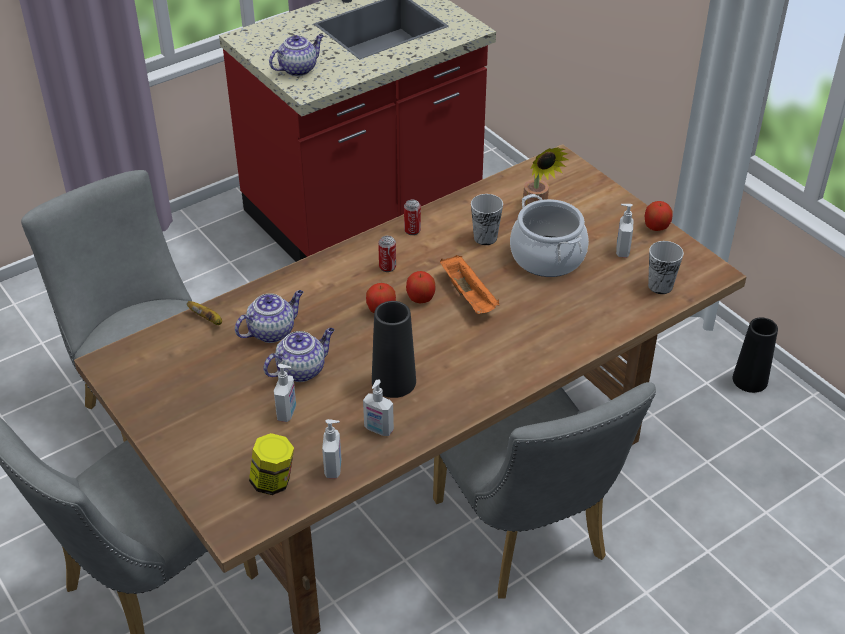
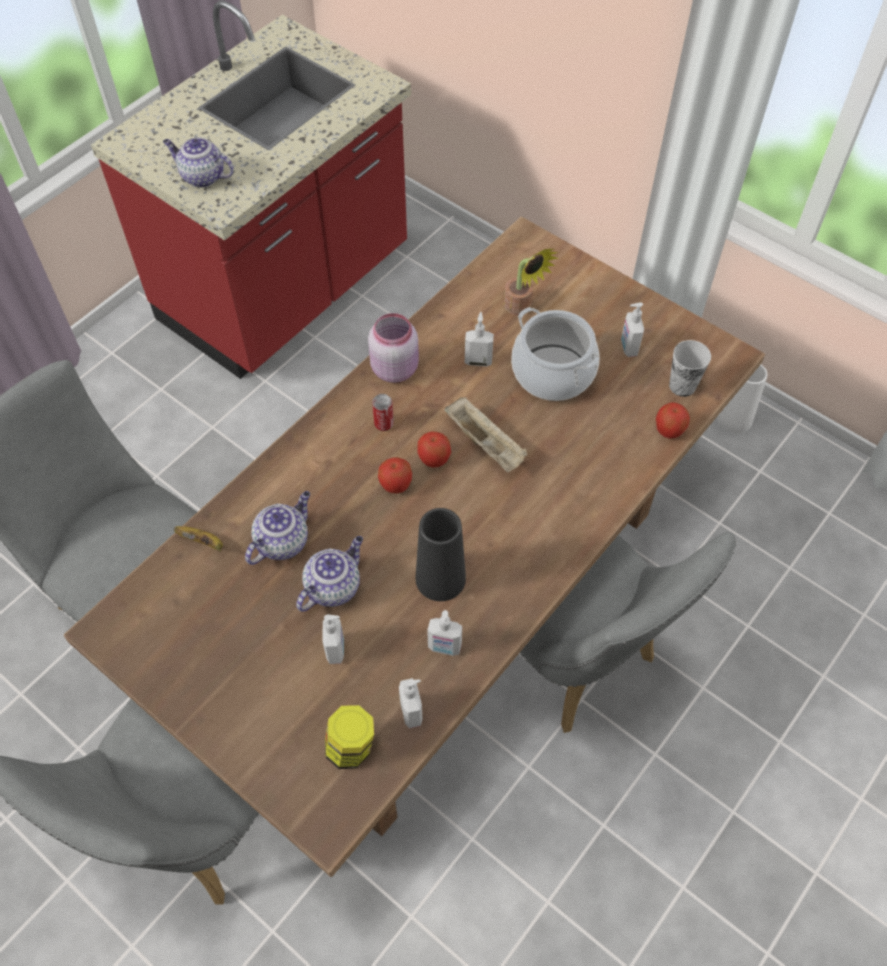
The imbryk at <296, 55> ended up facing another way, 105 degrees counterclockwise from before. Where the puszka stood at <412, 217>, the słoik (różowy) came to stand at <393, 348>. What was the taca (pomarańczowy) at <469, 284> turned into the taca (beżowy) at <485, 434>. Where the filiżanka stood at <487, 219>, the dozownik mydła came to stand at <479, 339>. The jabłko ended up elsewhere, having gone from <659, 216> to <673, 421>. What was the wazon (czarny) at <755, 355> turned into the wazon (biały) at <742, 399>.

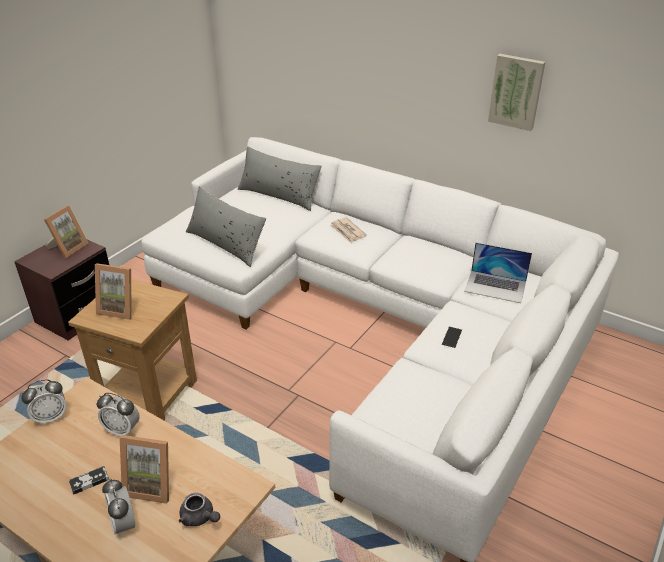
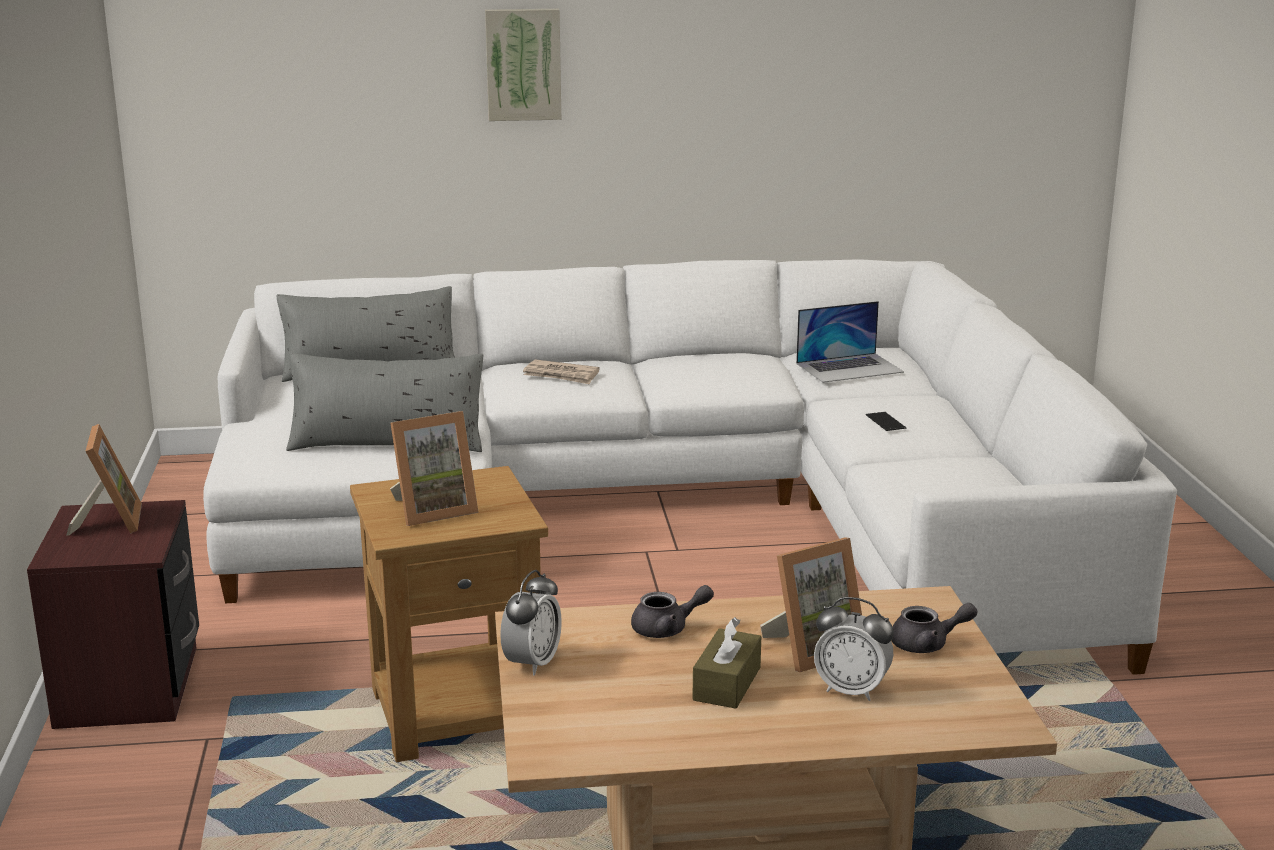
The obraz ended up elsewhere, having gone from <516, 92> to <523, 65>. Where the budzik stood at <118, 414>, the imbryk (szary) came to stand at <672, 611>. Where the pad do gier stood at <89, 480>, the pudełko chusteczek (brązowy) came to stand at <726, 663>.

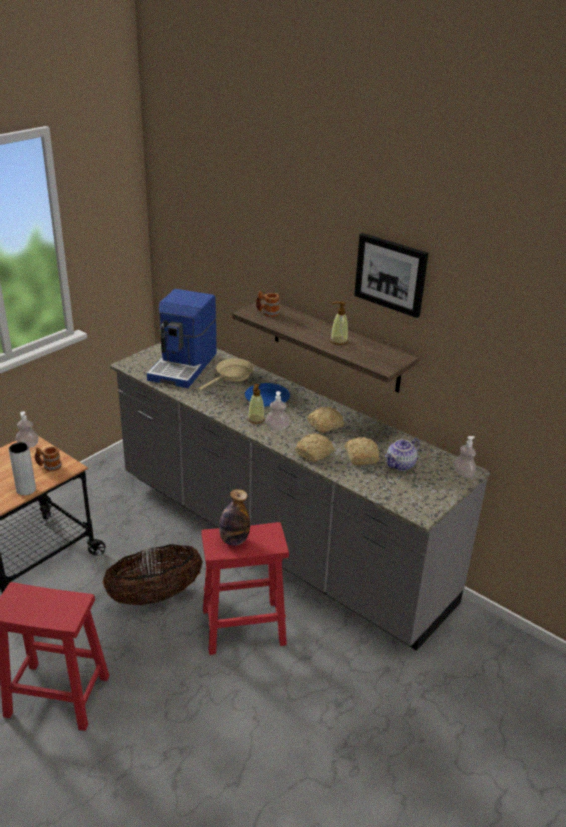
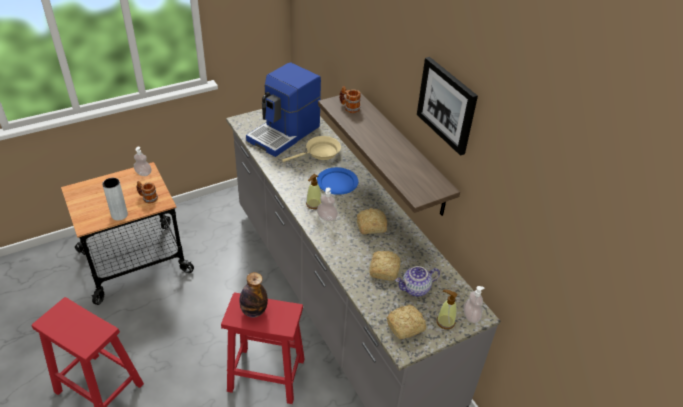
The chleb ended up elsewhere, having gone from <314, 447> to <406, 322>. The dozownik mydła ended up elsewhere, having gone from <339, 323> to <446, 309>. The second view lost the koszyk at <153, 574>.

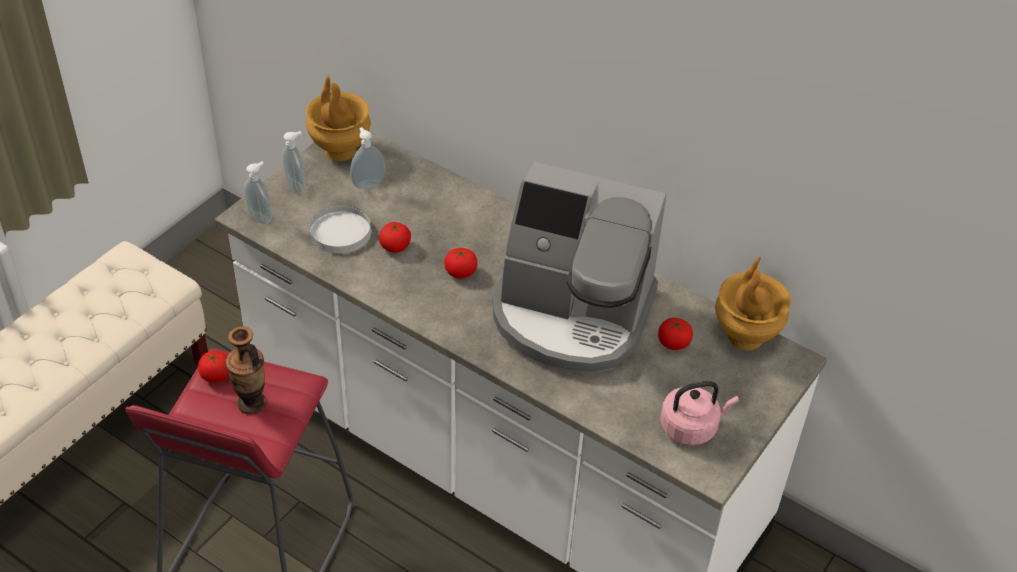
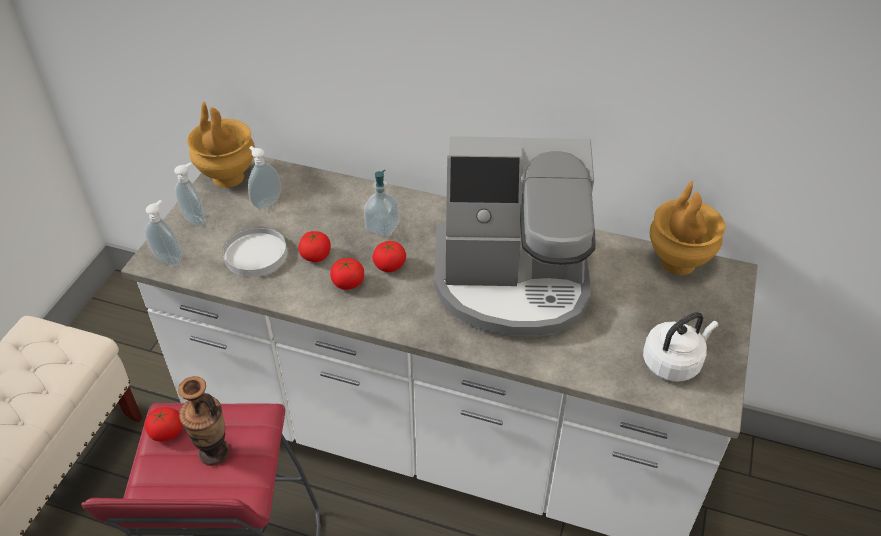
The pomidor ended up elsewhere, having gone from <675, 334> to <347, 274>. The second view gained the dozownik mydła at <382, 203>. What was the czajnik (różowy) at <699, 413> turned into the czajnik (biały) at <680, 347>.

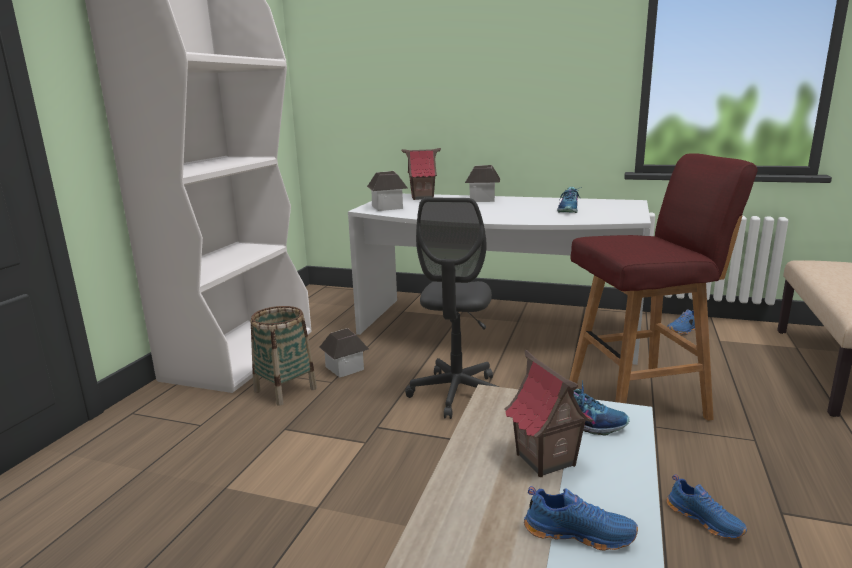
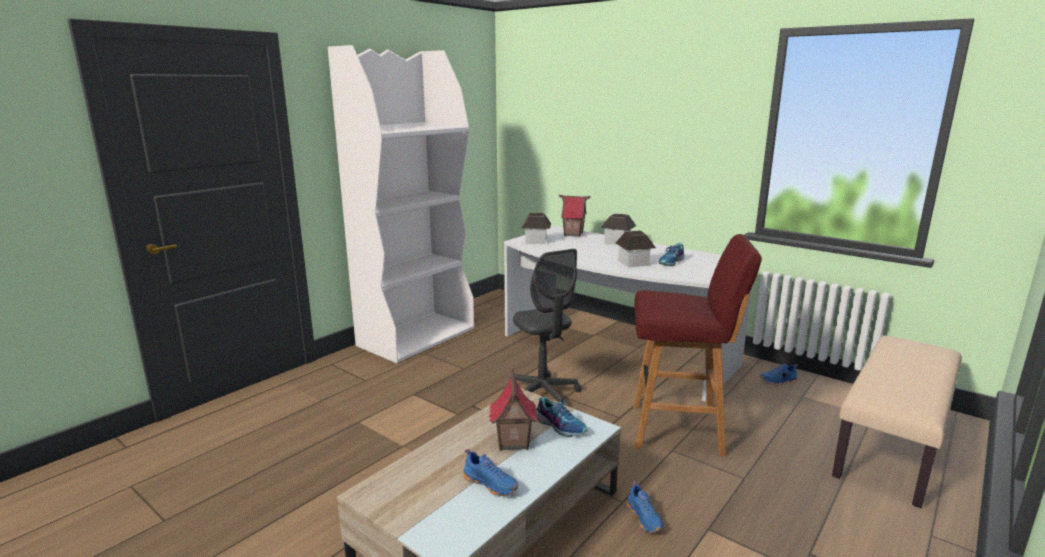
The krzesło biurowe (szary) at <452, 308> ended up facing another way, 60 degrees counterclockwise from before. The domek ended up elsewhere, having gone from <344, 352> to <635, 248>. The second view lost the koszyk at <284, 356>.

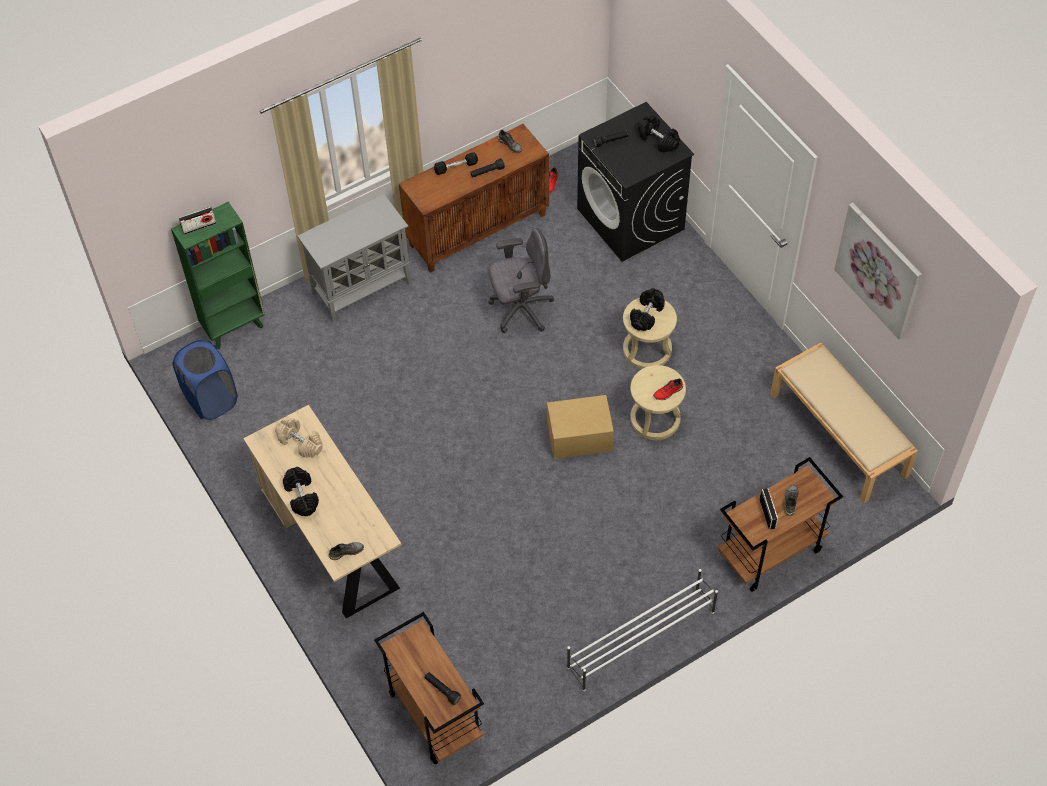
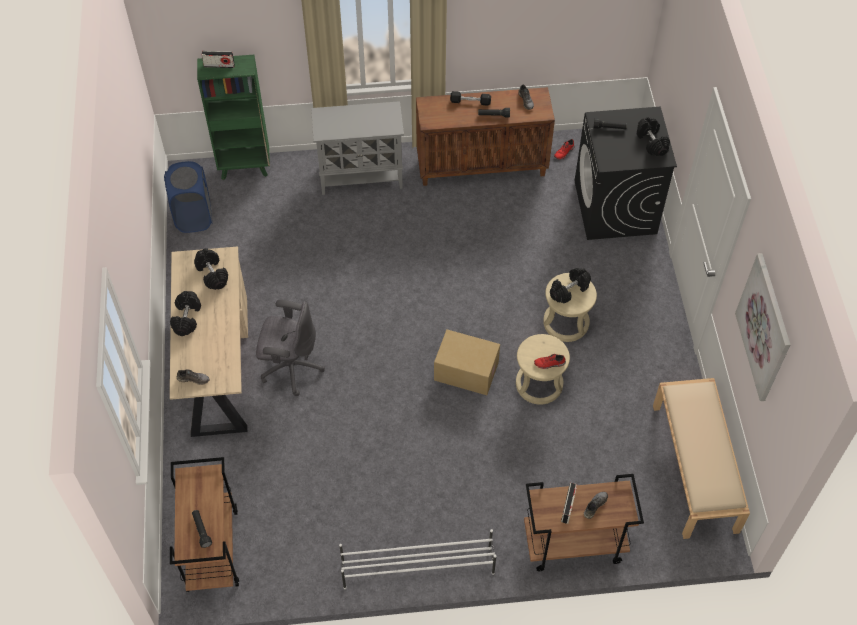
What was the hantel (beżowy) at <299, 438> turned into the hantel (czarny) at <211, 269>. The krzesło biurowe (szary) ended up elsewhere, having gone from <521, 280> to <290, 348>.

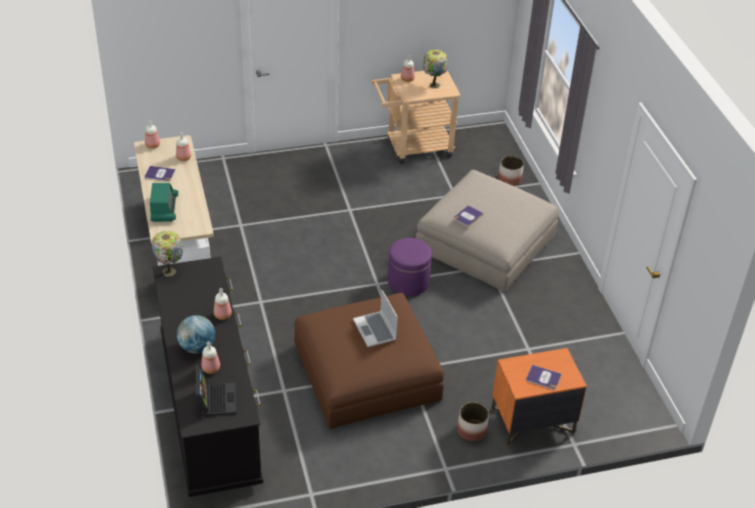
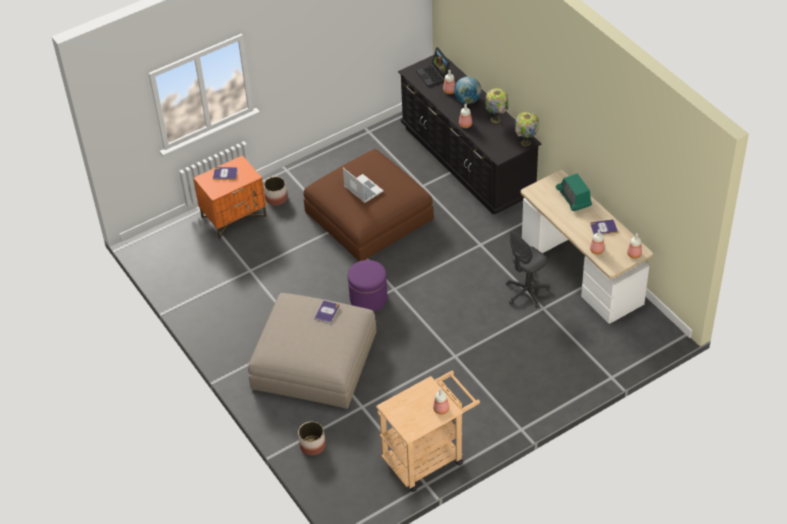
The lampa stołowa ended up elsewhere, having gone from <435, 69> to <496, 105>. The second view gained the krzesło biurowe (szary) at <528, 269>.

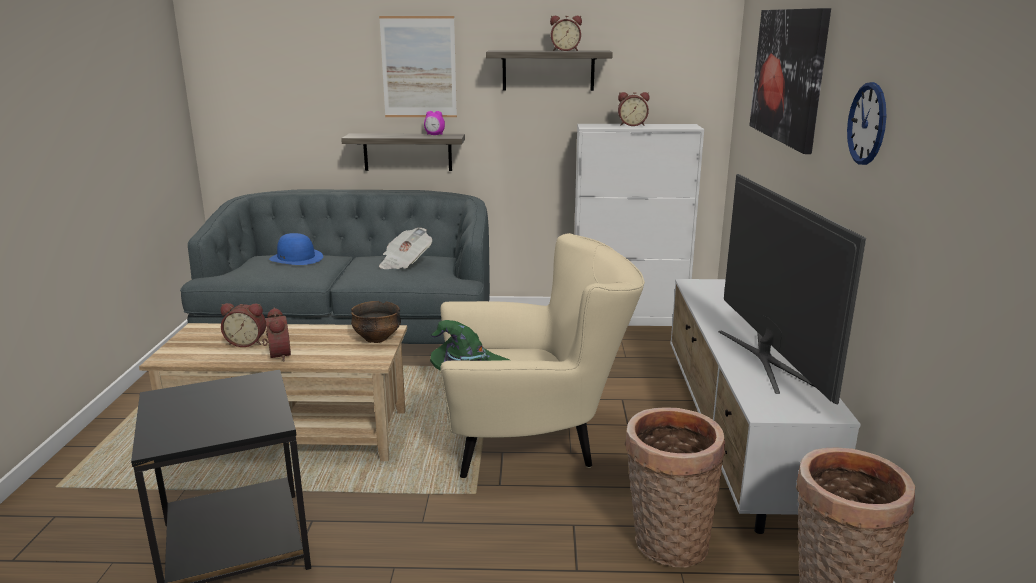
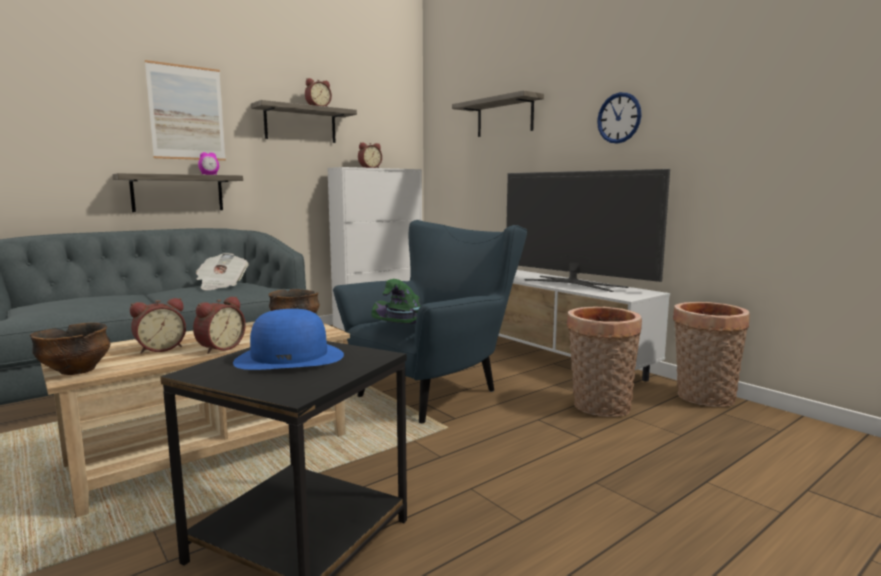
The second view gained the miska at <70, 349>. The budzik at <276, 334> ended up facing another way, 90 degrees clockwise from before. The kapelusz (niebieski) ended up elsewhere, having gone from <296, 249> to <288, 339>. What was the fotel (beżowy) at <542, 355> turned into the fotel (niebieski) at <430, 321>. Where the obraz hung at <790, 81>, the półka came to hang at <498, 113>.

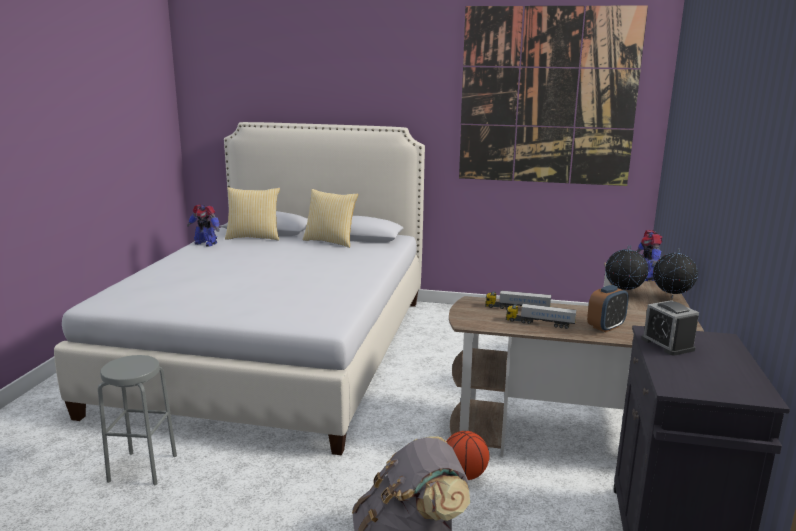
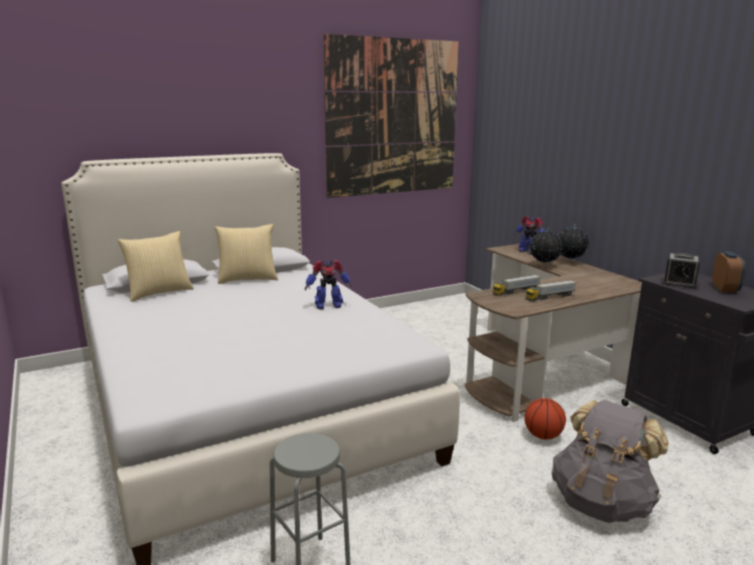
The robot zabawkowy ended up elsewhere, having gone from <203, 225> to <328, 284>. The budzik ended up elsewhere, having gone from <608, 308> to <729, 272>.

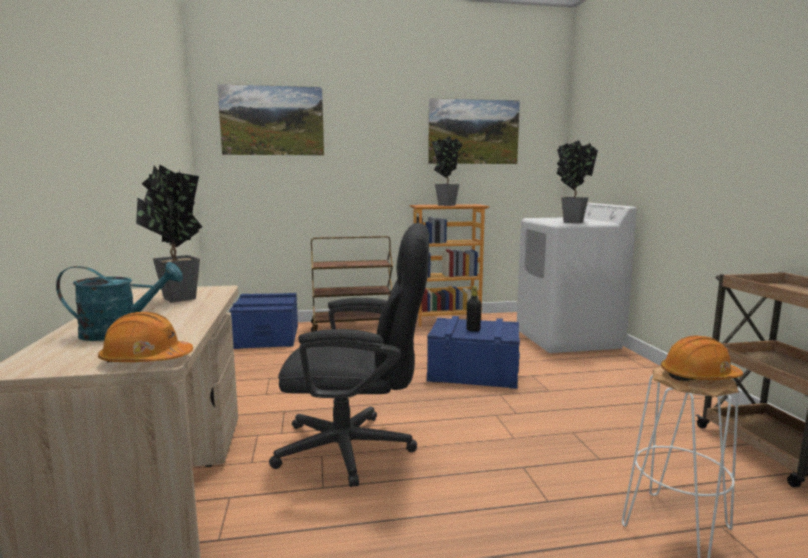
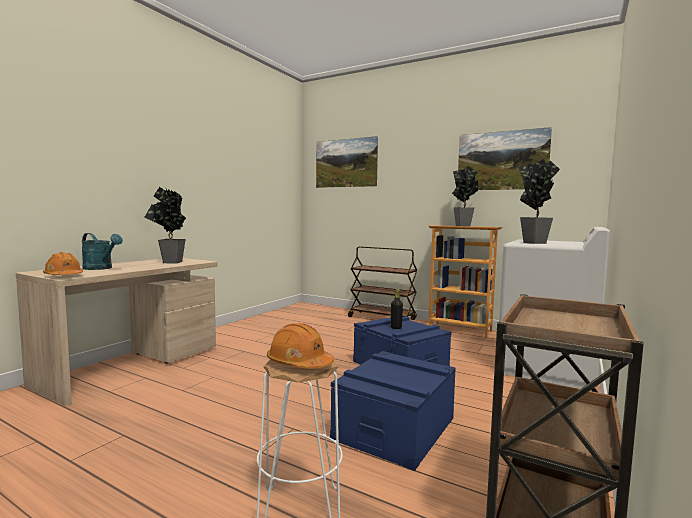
The pojemnik do przechowywania (niebieski) ended up elsewhere, having gone from <263, 321> to <393, 411>. The second view lost the krzesło biurowe (czarny) at <349, 355>.

